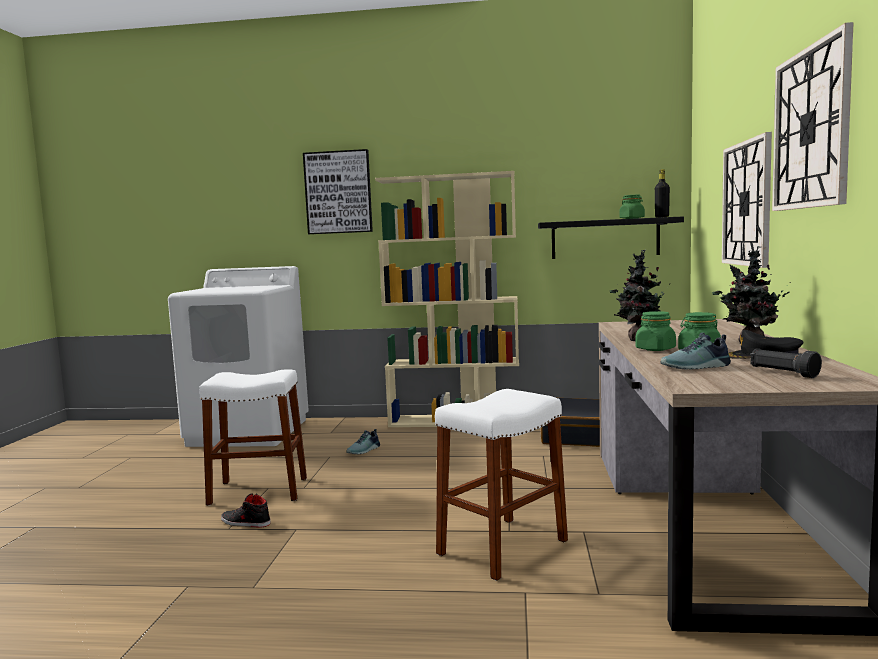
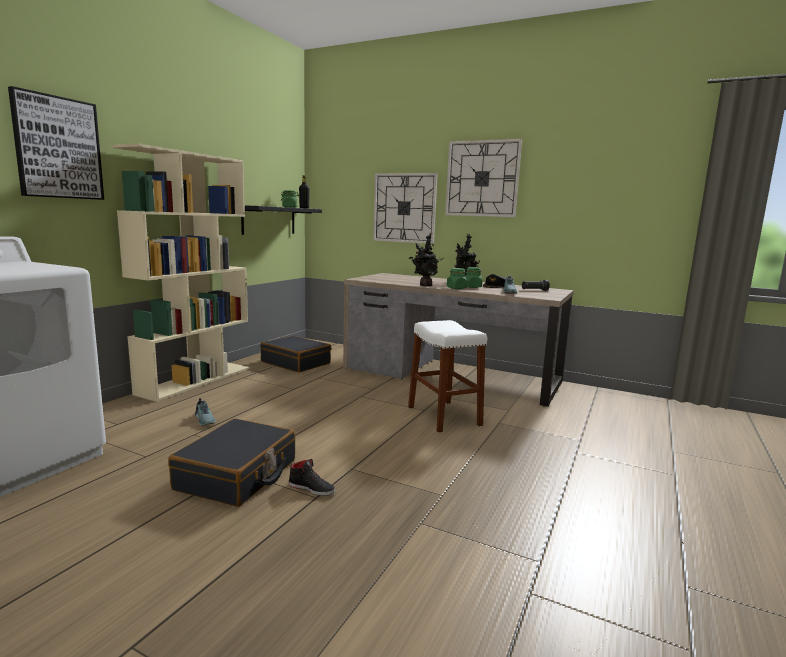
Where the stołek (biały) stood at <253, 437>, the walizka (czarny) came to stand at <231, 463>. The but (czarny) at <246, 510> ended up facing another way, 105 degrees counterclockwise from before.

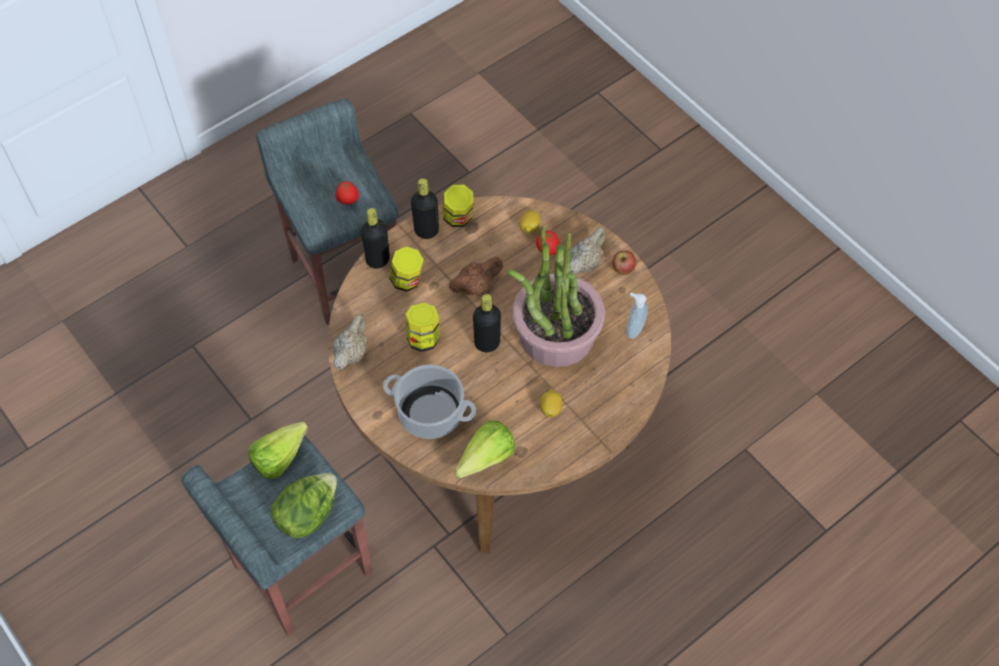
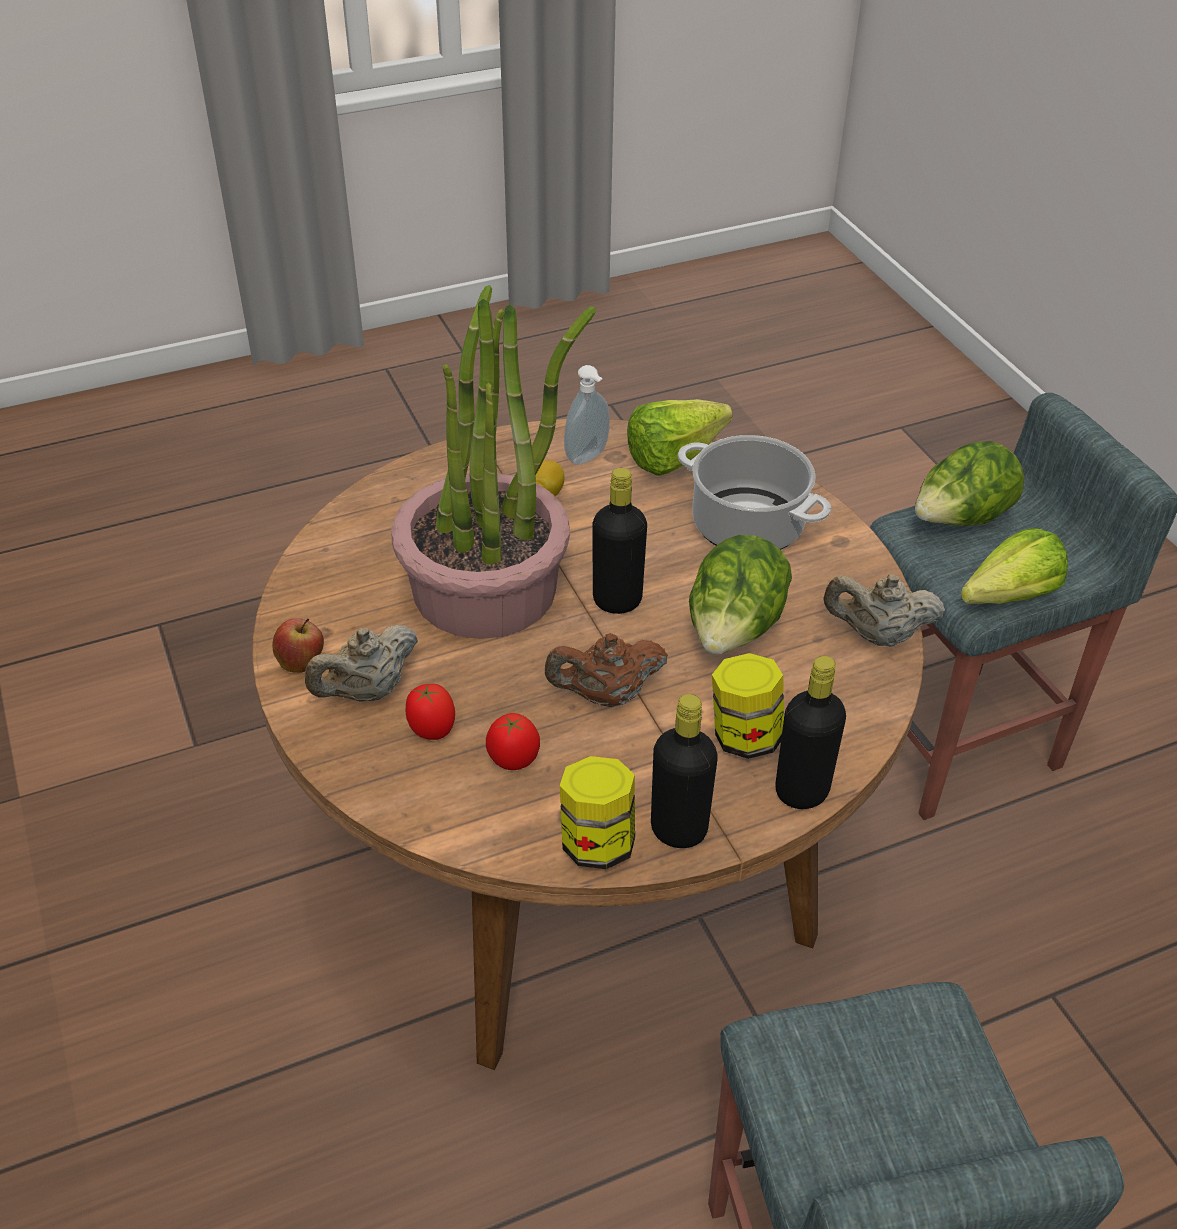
The pomidor ended up elsewhere, having gone from <347, 193> to <513, 741>. The dozownik mydła ended up elsewhere, having gone from <637, 315> to <587, 415>. Where the słoik stood at <422, 327>, the sałata came to stand at <740, 594>. The imbryk (beżowy) at <350, 341> ended up facing another way, 60 degrees clockwise from before. The second view lost the cytryna at <529, 222>.

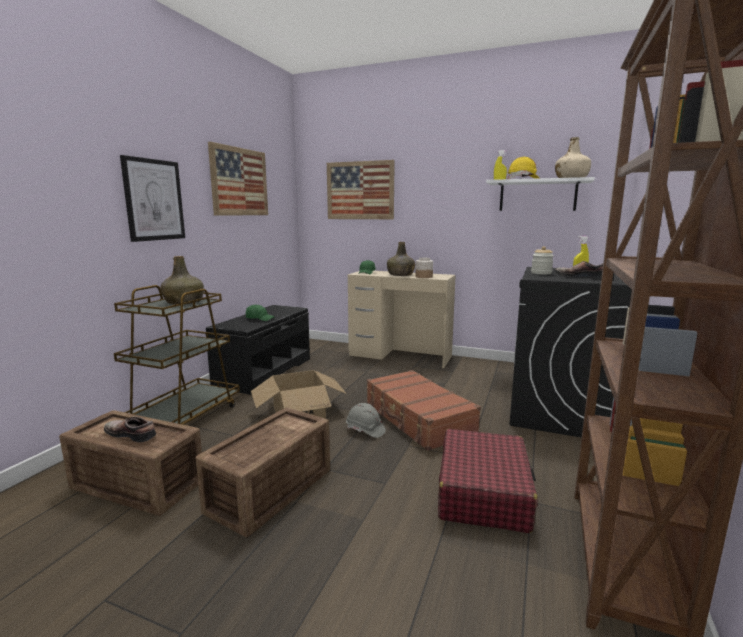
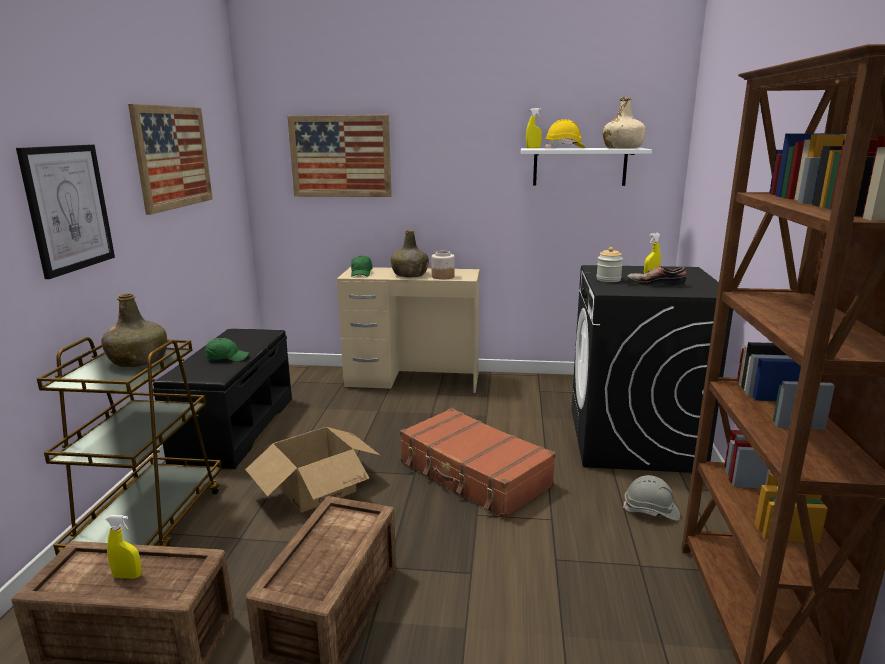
Where the but stood at <130, 429>, the spryskiwacz (żółty) came to stand at <123, 547>. The kask (szary) ended up elsewhere, having gone from <366, 420> to <651, 498>. The second view lost the walizka (czerwony) at <488, 481>.

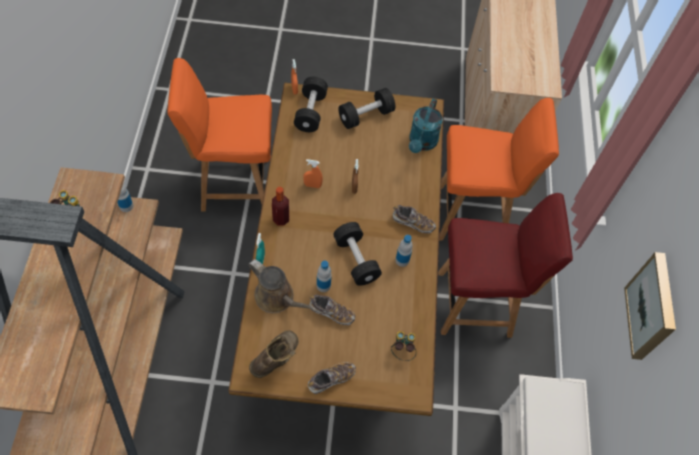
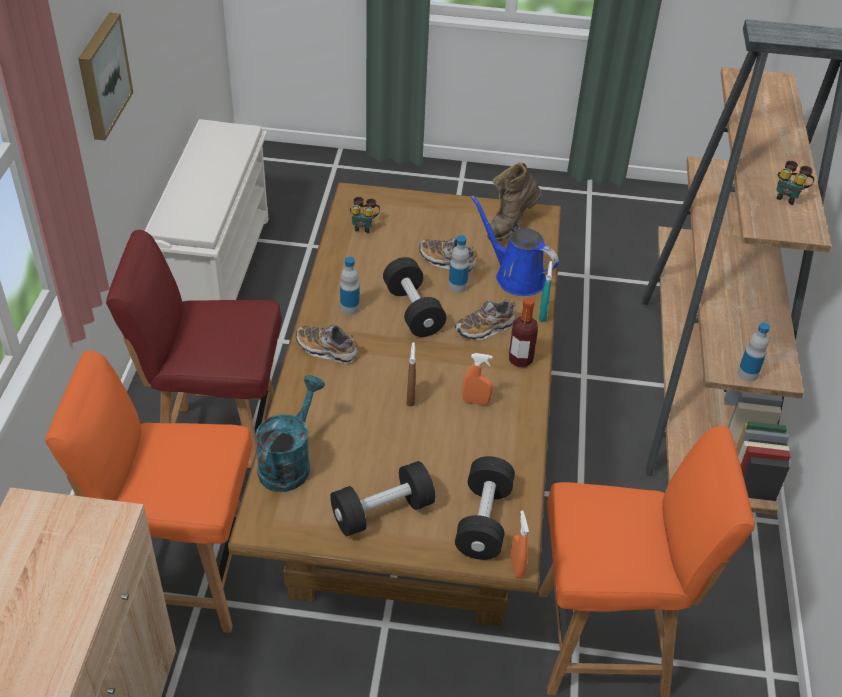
The but ended up elsewhere, having gone from <331, 378> to <485, 320>. What was the konewka (brązowy) at <283, 286> turned into the konewka (niebieski) at <515, 246>.

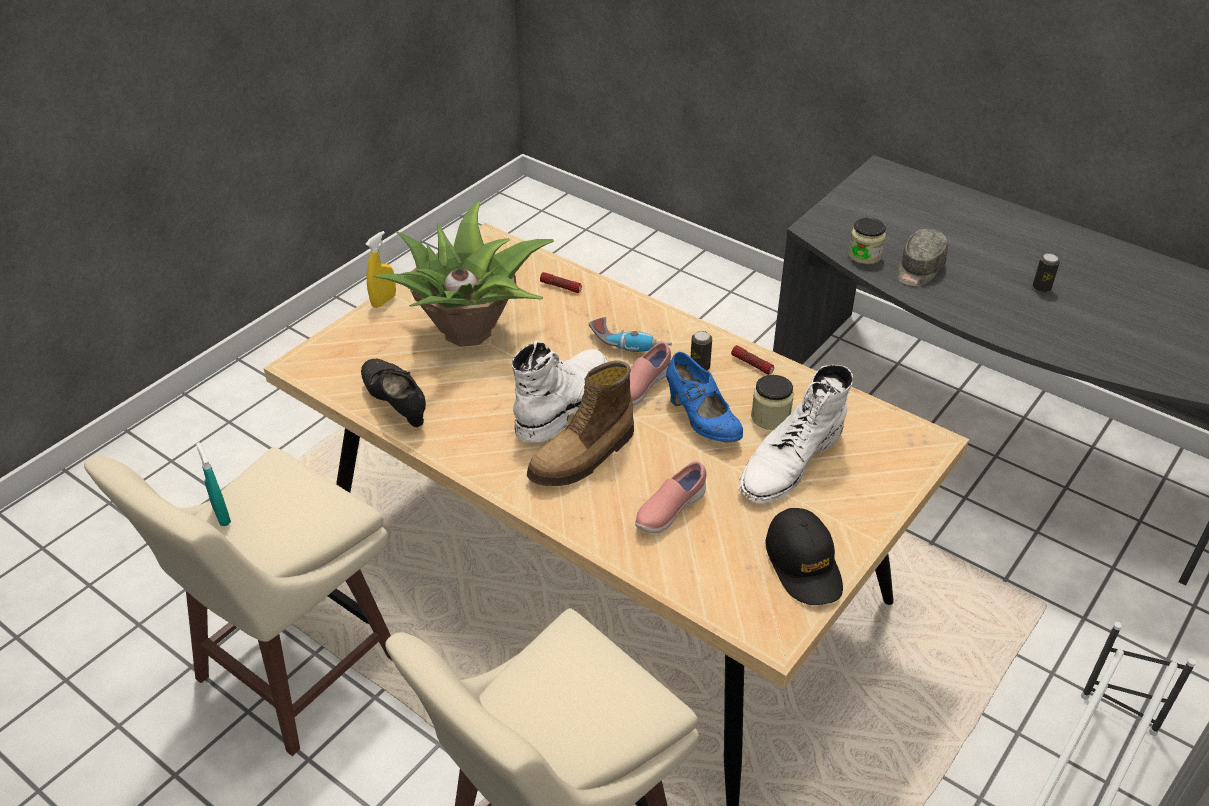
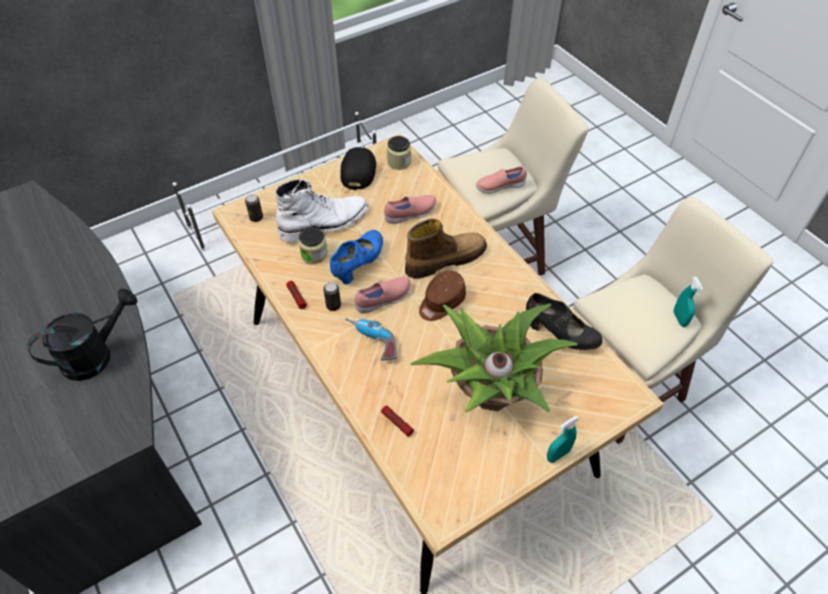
Where the czapka z daszkiem (szary) stood at <922, 258>, the konewka (czarny) came to stand at <82, 335>. The puszka ended up elsewhere, having gone from <1046, 272> to <254, 208>. The but (niebieski) at <704, 397> ended up facing another way, 45 degrees clockwise from before. The słoik ended up elsewhere, having gone from <867, 241> to <399, 153>. Where the but z cholewką (biały) stood at <560, 391>, the czapka z daszkiem (brązowy) came to stand at <442, 296>. The second view gained the but (różowy) at <501, 180>. The but (czarny) at <393, 393> ended up facing another way, 45 degrees counterclockwise from before. What was the spryskiwacz (żółty) at <380, 269> turned into the spryskiwacz (turkusowy) at <563, 439>.

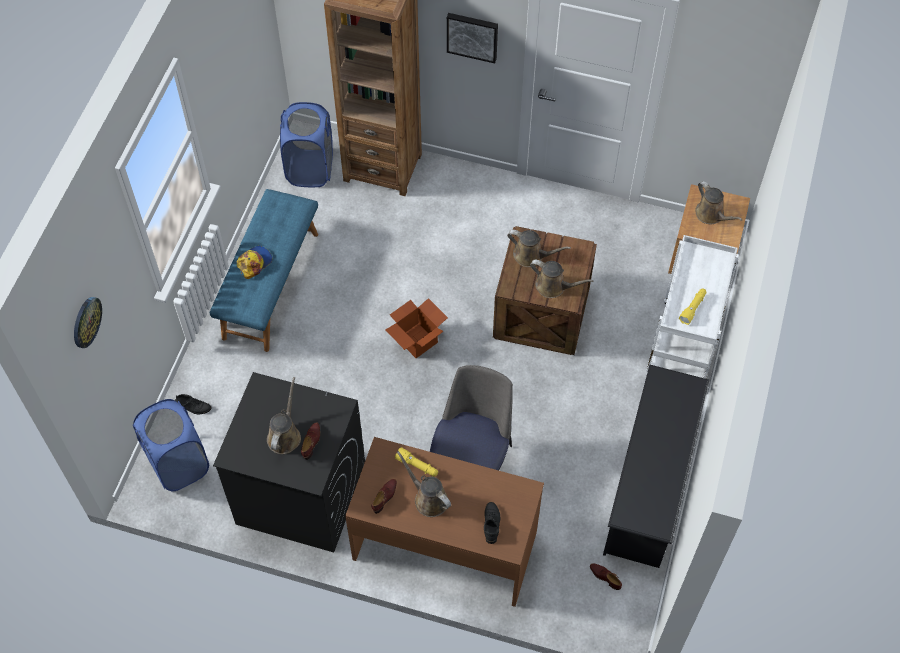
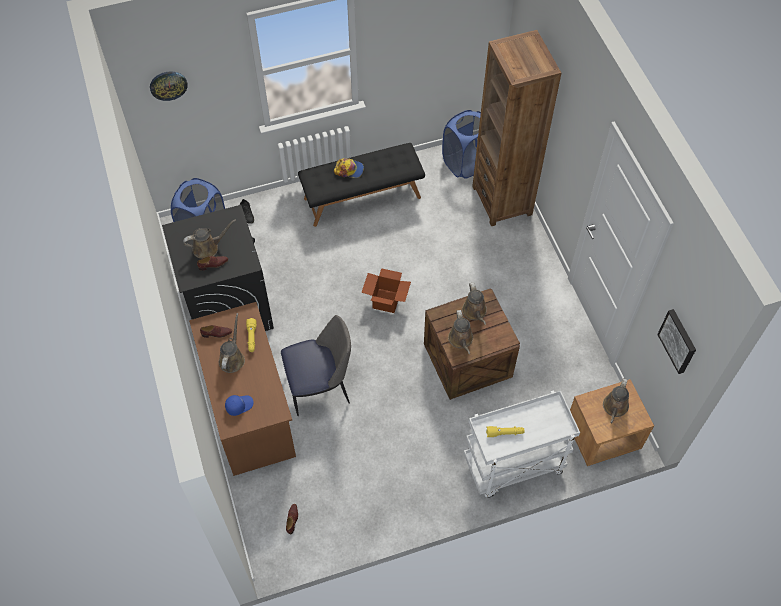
Where the but (czarny) stood at <492, 523>, the czapka z daszkiem (niebieski) came to stand at <239, 405>. What was the ławka (niebieski) at <264, 270> turned into the ławka (czarny) at <361, 185>. The obraz ended up elsewhere, having gone from <472, 38> to <676, 341>. The second view lost the regał na buty (czarny) at <656, 466>.

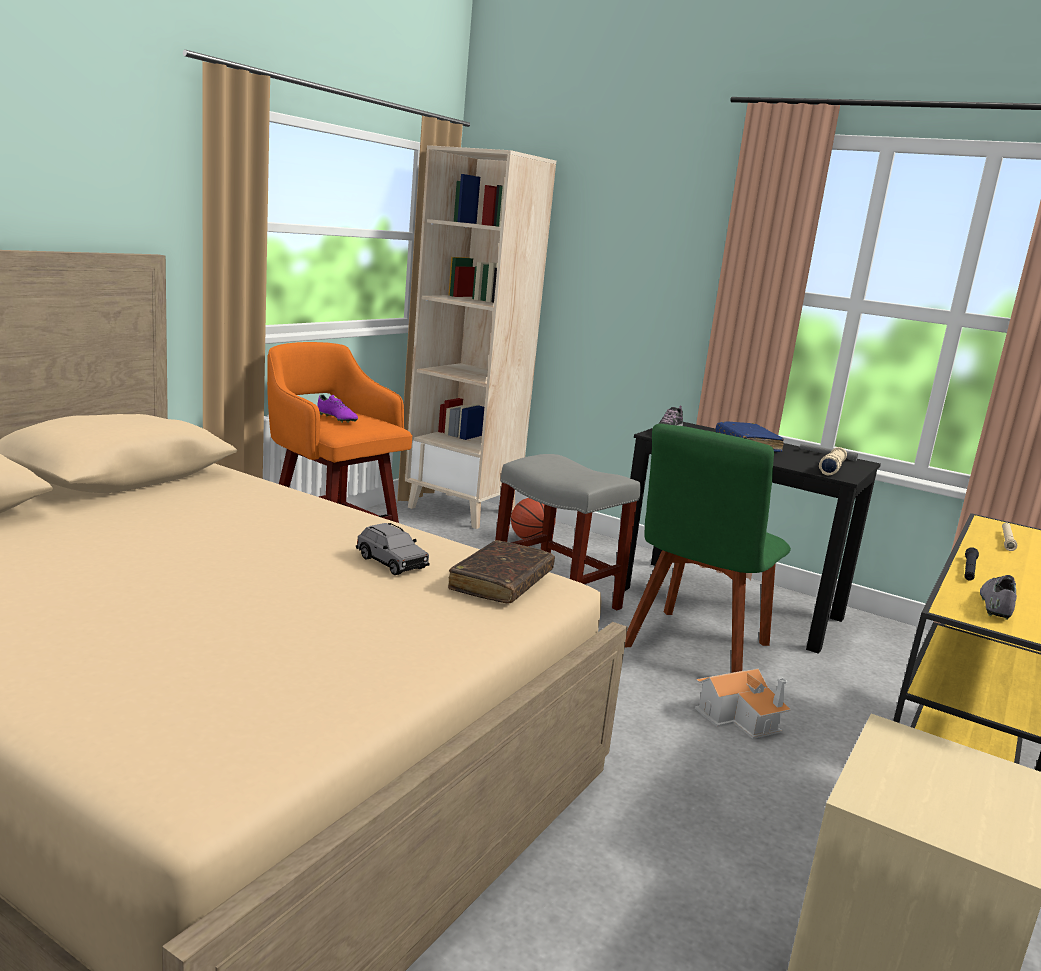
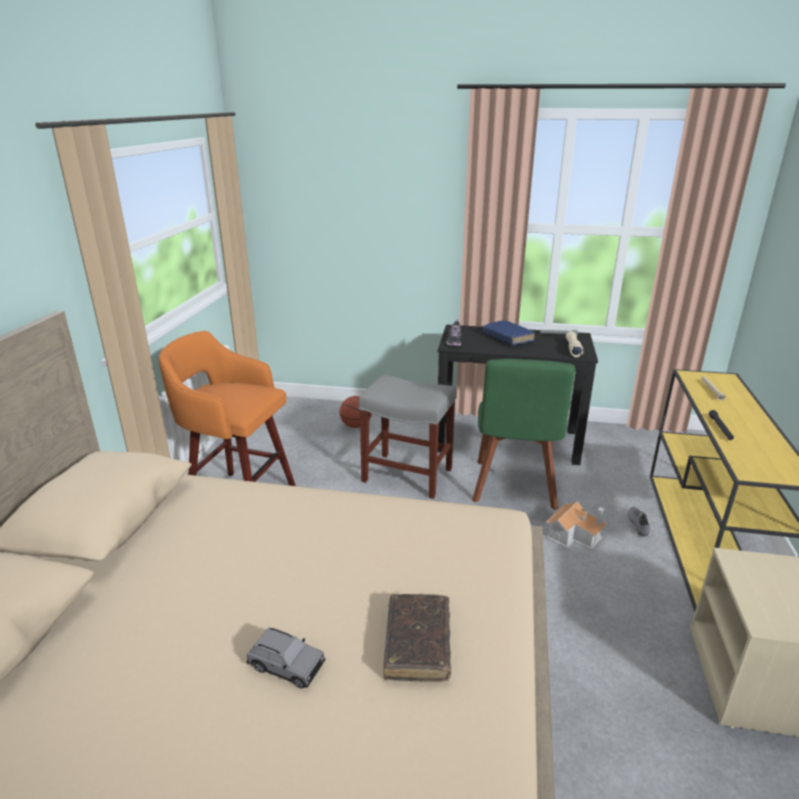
The samochodzik (szary) ended up elsewhere, having gone from <393, 549> to <286, 657>. The książka (brązowy) ended up elsewhere, having gone from <501, 571> to <417, 638>. The but (szary) ended up elsewhere, having gone from <998, 597> to <639, 521>. The second view lost the but (fioletowy) at <337, 408>. The second view lost the regał (beżowy) at <480, 337>.

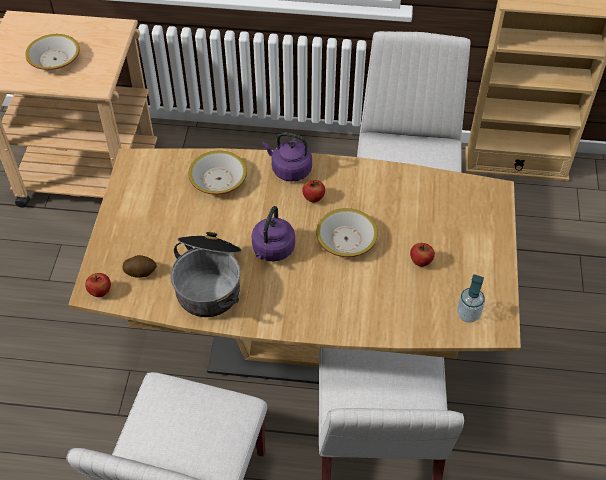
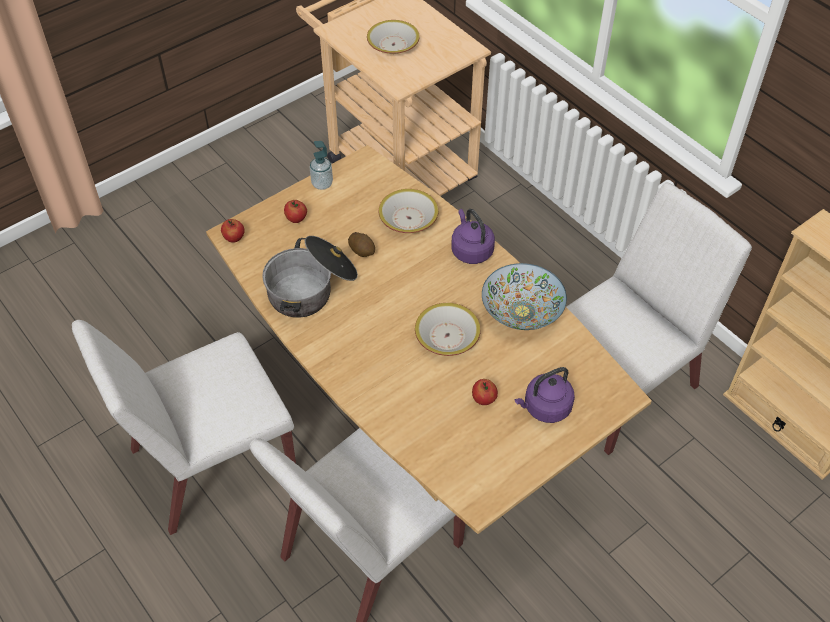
The jabłko ended up elsewhere, having gone from <313, 191> to <295, 211>. The dozownik mydła ended up elsewhere, having gone from <471, 298> to <321, 165>. The ziemniak ended up elsewhere, having gone from <139, 266> to <361, 244>. The second view gained the miska at <524, 296>. The czajnik (fioletowy) ended up elsewhere, having gone from <273, 233> to <545, 395>.

